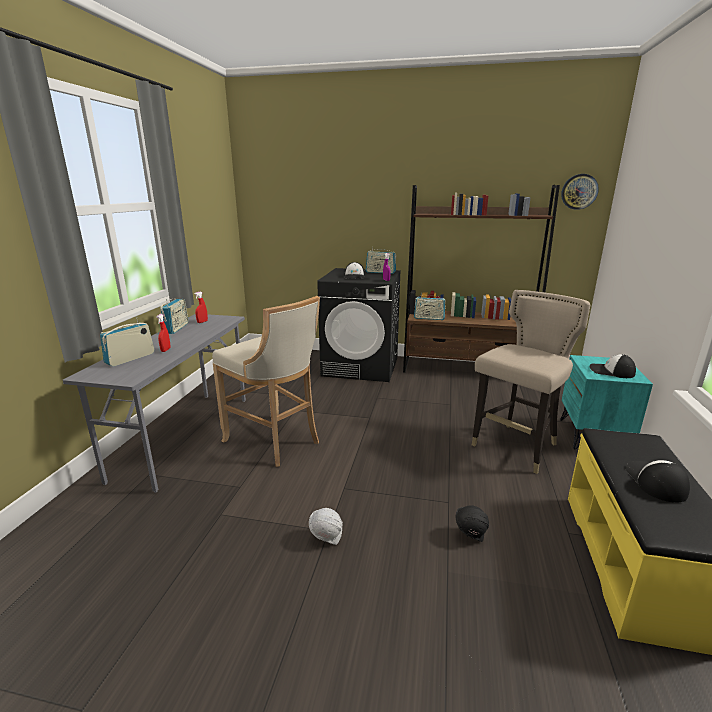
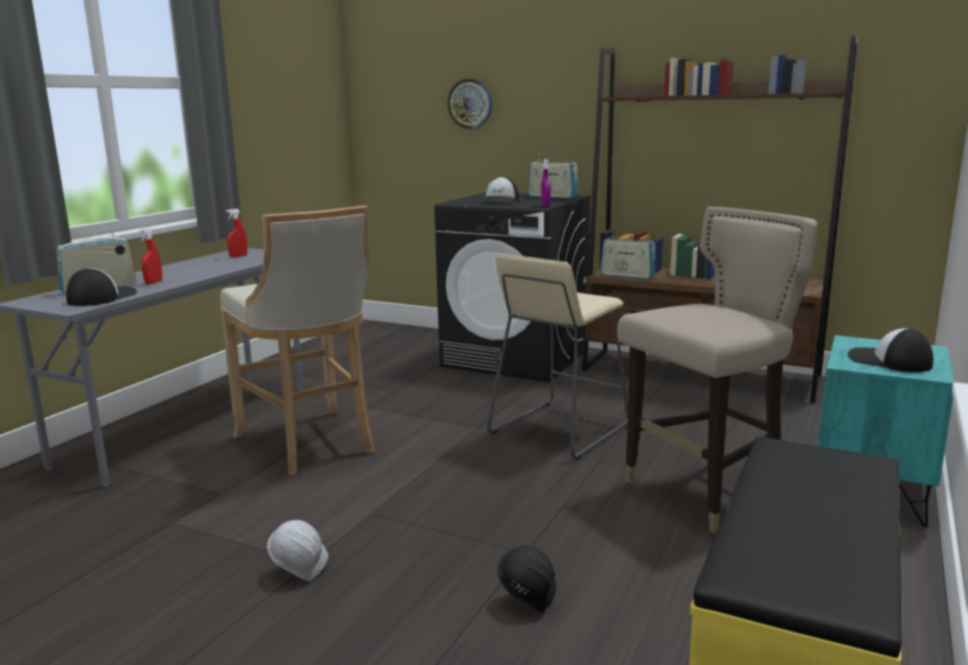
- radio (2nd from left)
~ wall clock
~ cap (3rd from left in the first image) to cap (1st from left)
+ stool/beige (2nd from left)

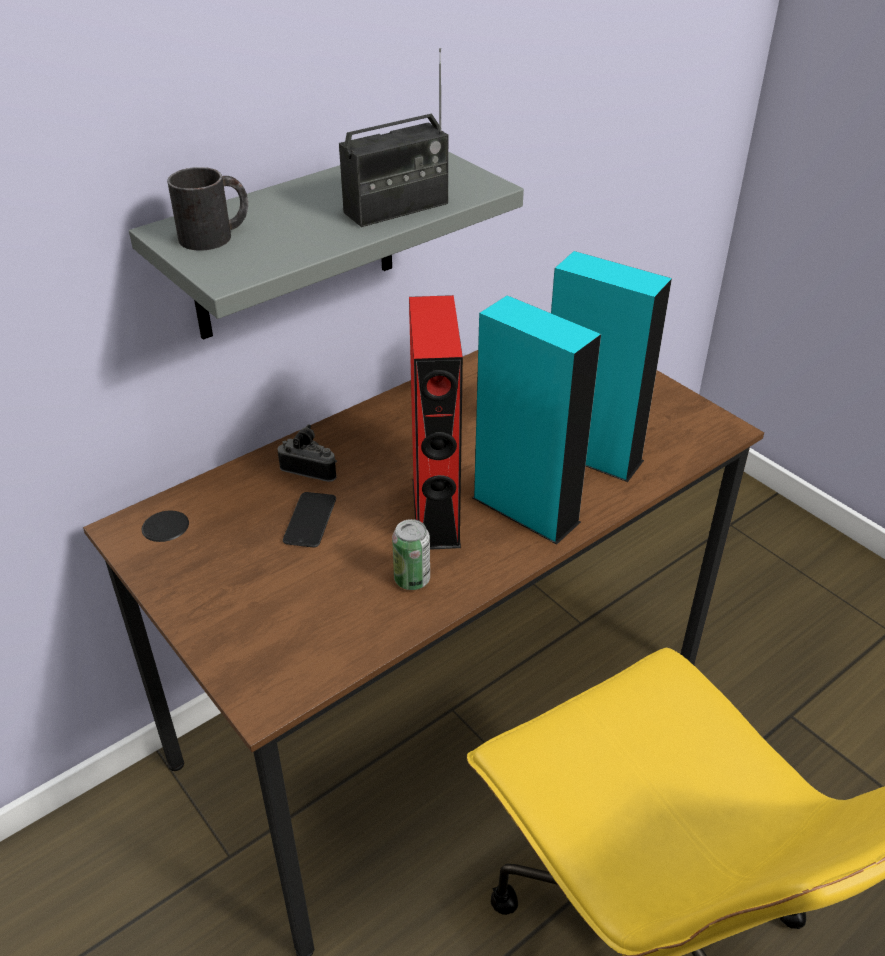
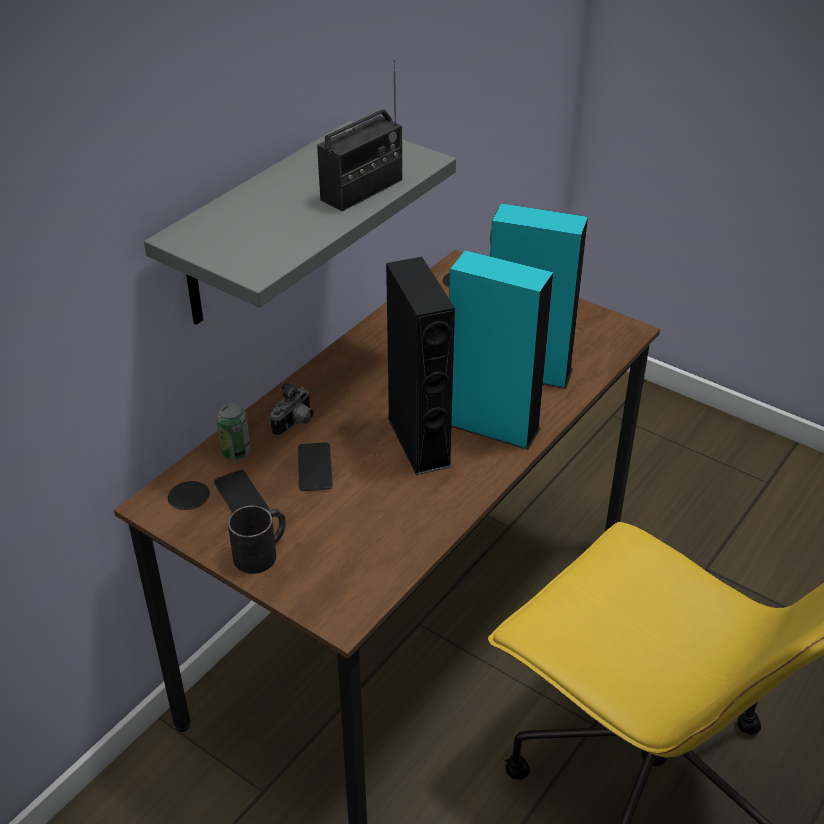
~ mug/black
~ photo camera 120 degrees clockwise
~ can
~ speaker/red to speaker/black
+ phone (1st from left)

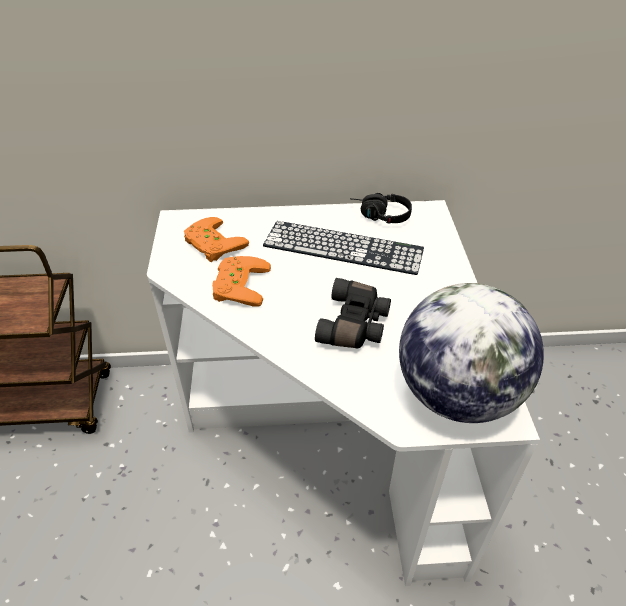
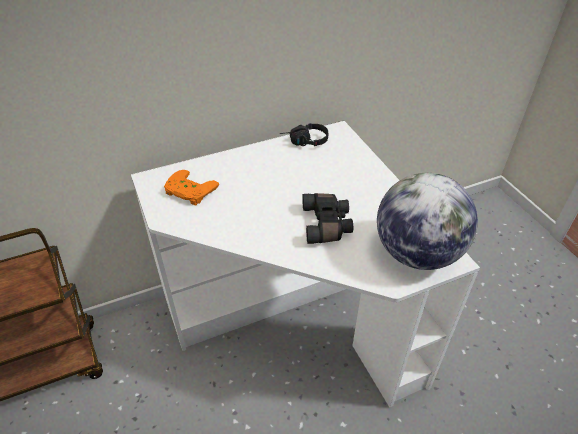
- game controller/orange (2nd from left)
- keyboard

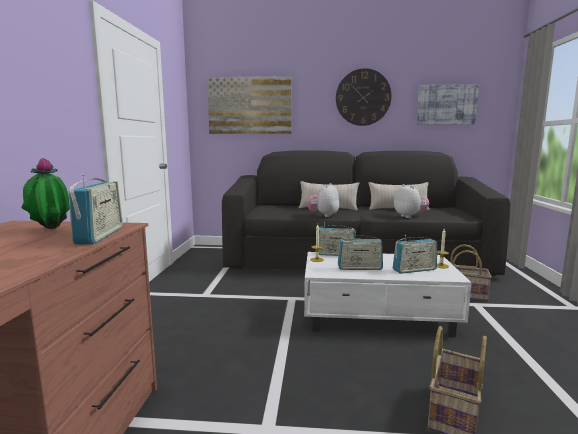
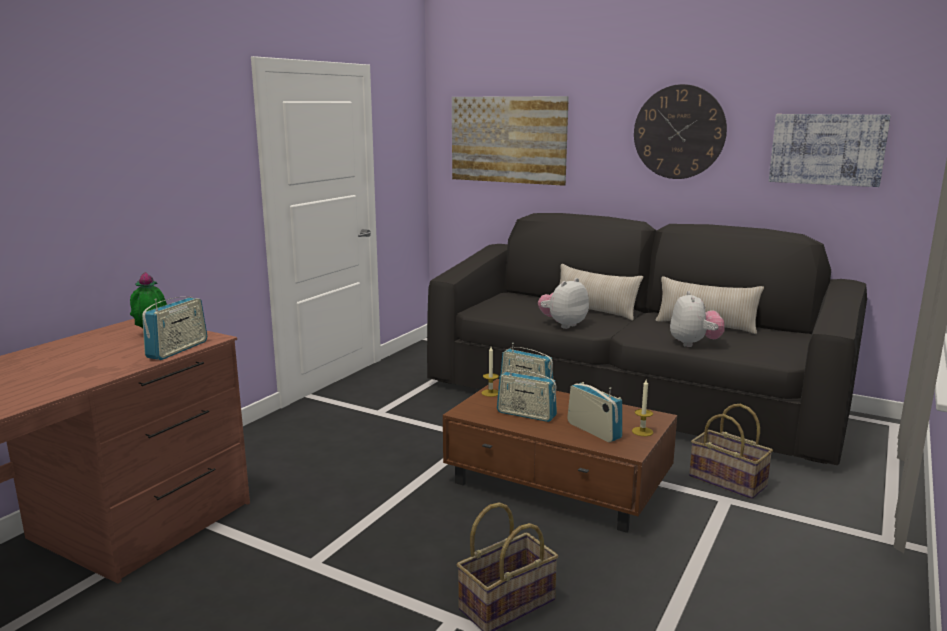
~ coffee table/white to coffee table/brown
~ radio (4th from left) 135 degrees counterclockwise

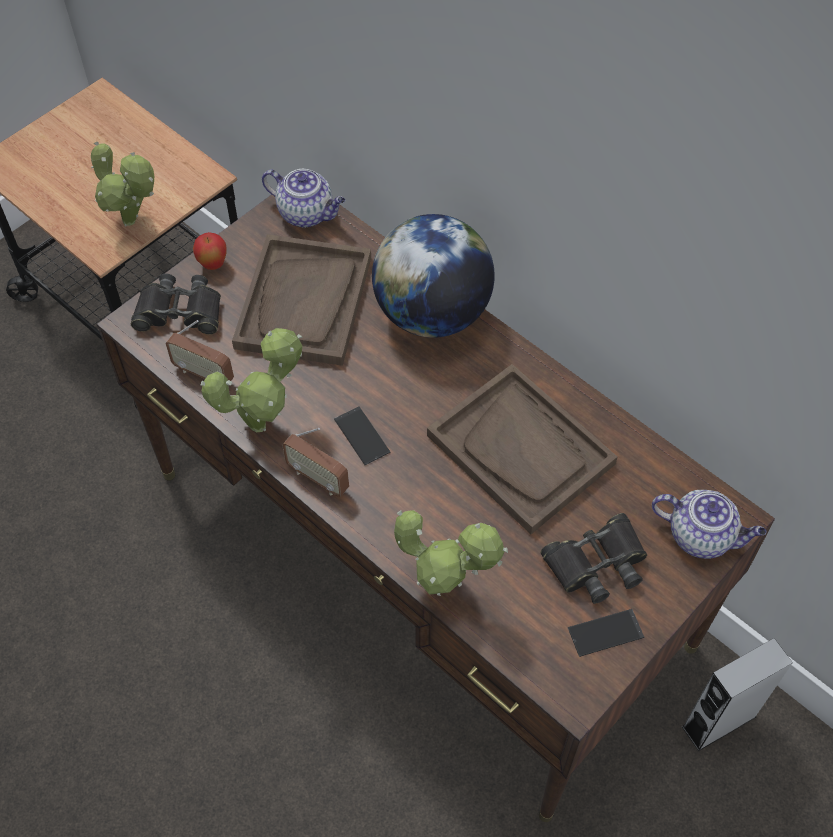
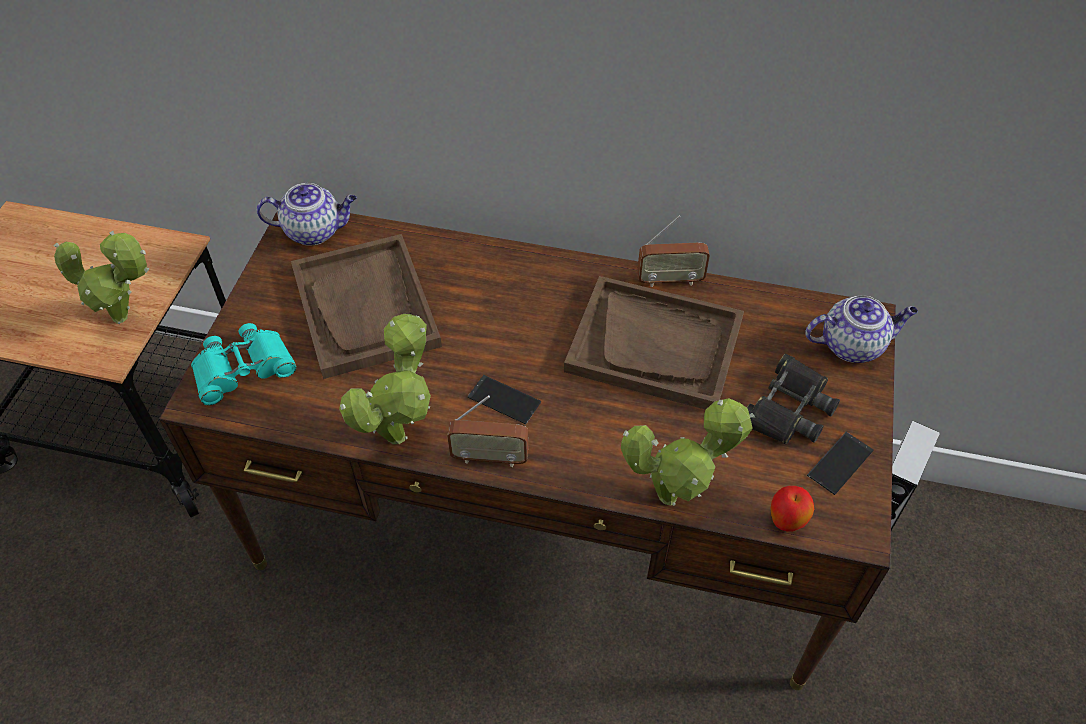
~ binoculars/black (1st from left) to binoculars/turquoise
~ radio (1st from left in the first image) to radio (2nd from left)
~ apple
- globe

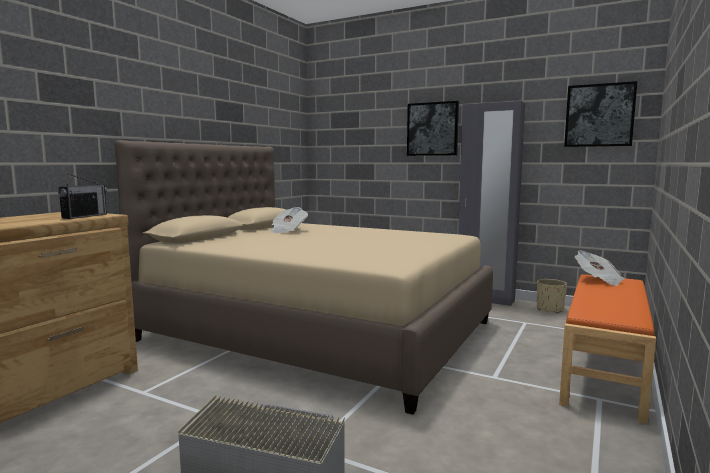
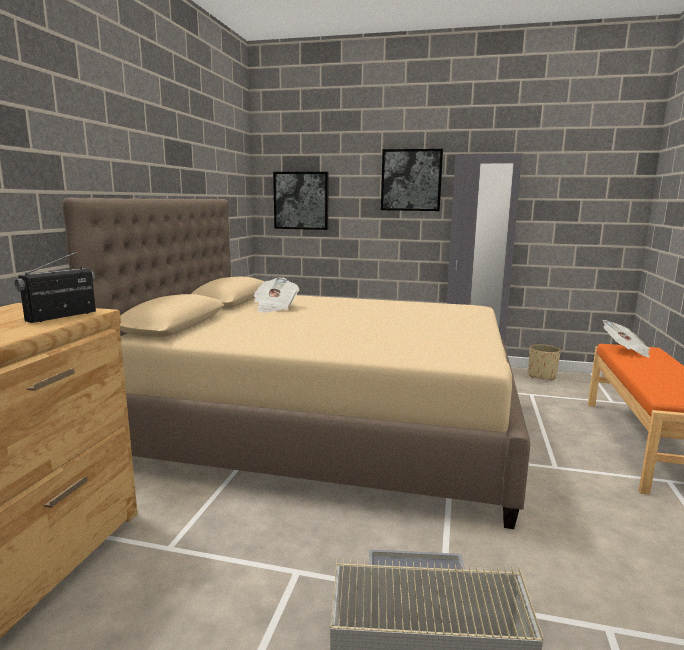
~ radio 150 degrees counterclockwise
~ picture (2nd from left in the first image) to picture (1st from left)

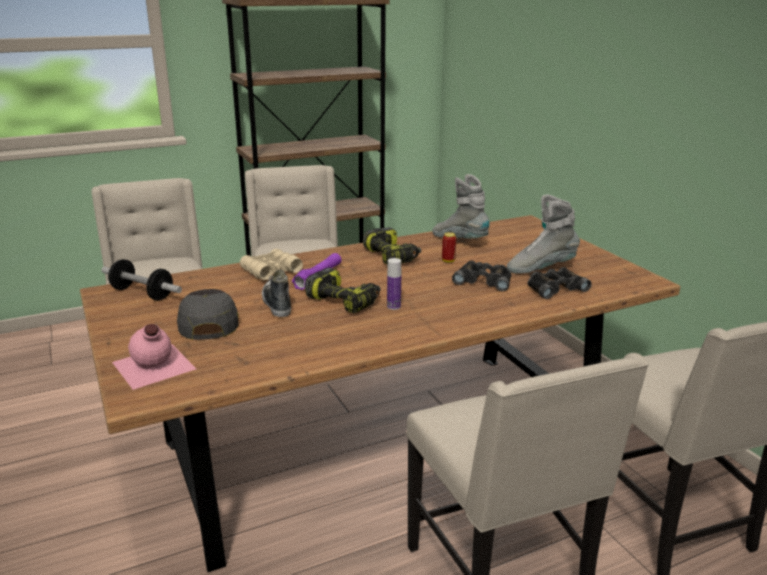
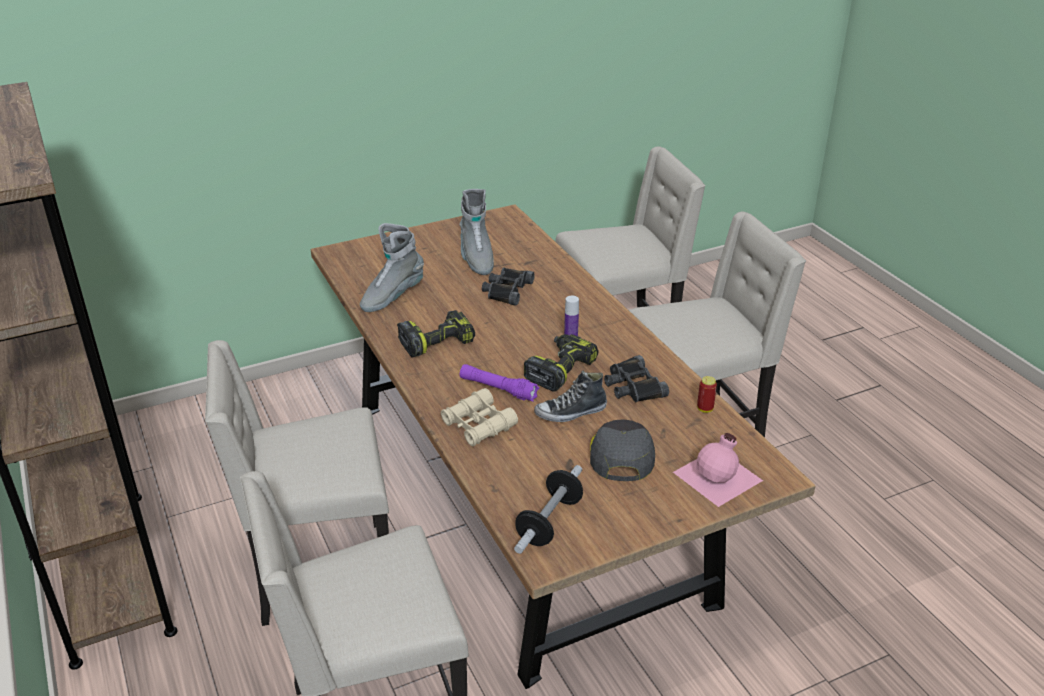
~ cap/grey 105 degrees clockwise
~ can
~ binoculars/black (2nd from left)

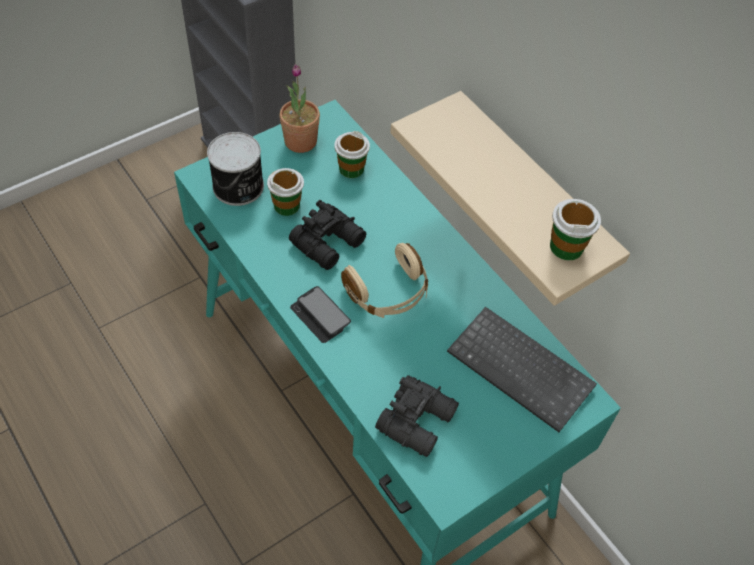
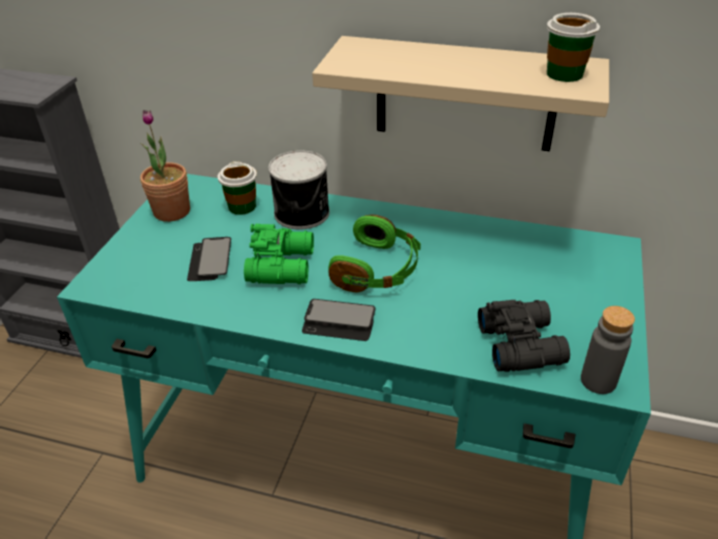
~ can
~ cup (1st from left) to phone (1st from left)
~ binoculars/black (1st from left) to binoculars/green
~ headphones/beige to headphones/green
- keyboard
+ bottle/grey

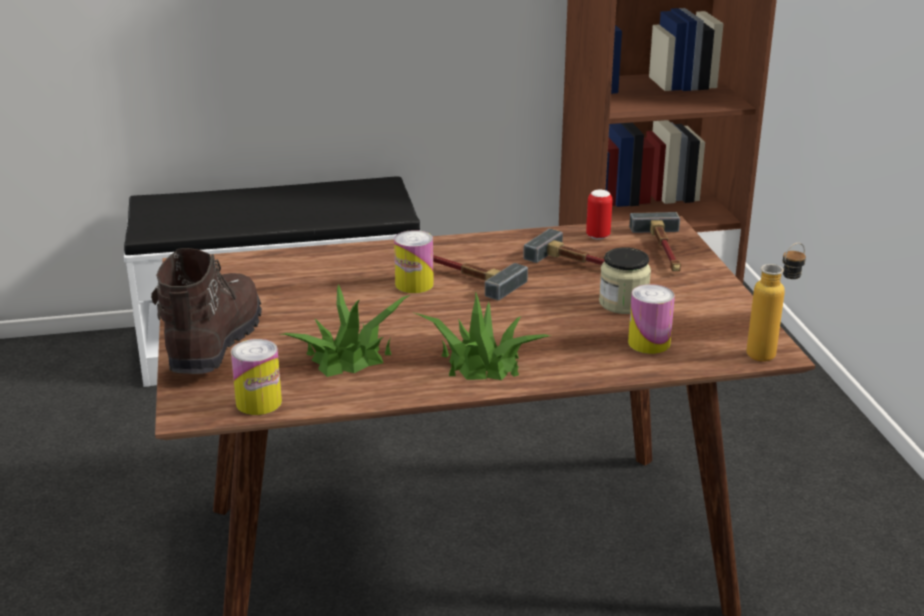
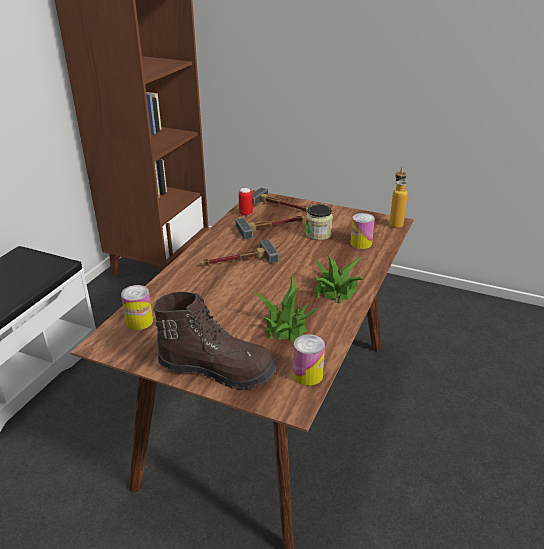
~ boot/brown 150 degrees clockwise
~ can (2nd from left in the first image) to can (1st from left)

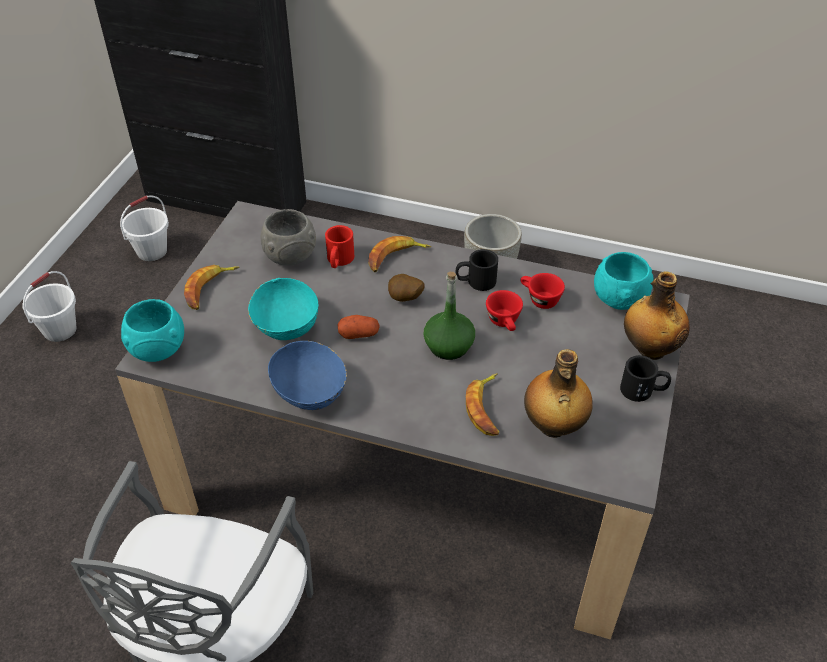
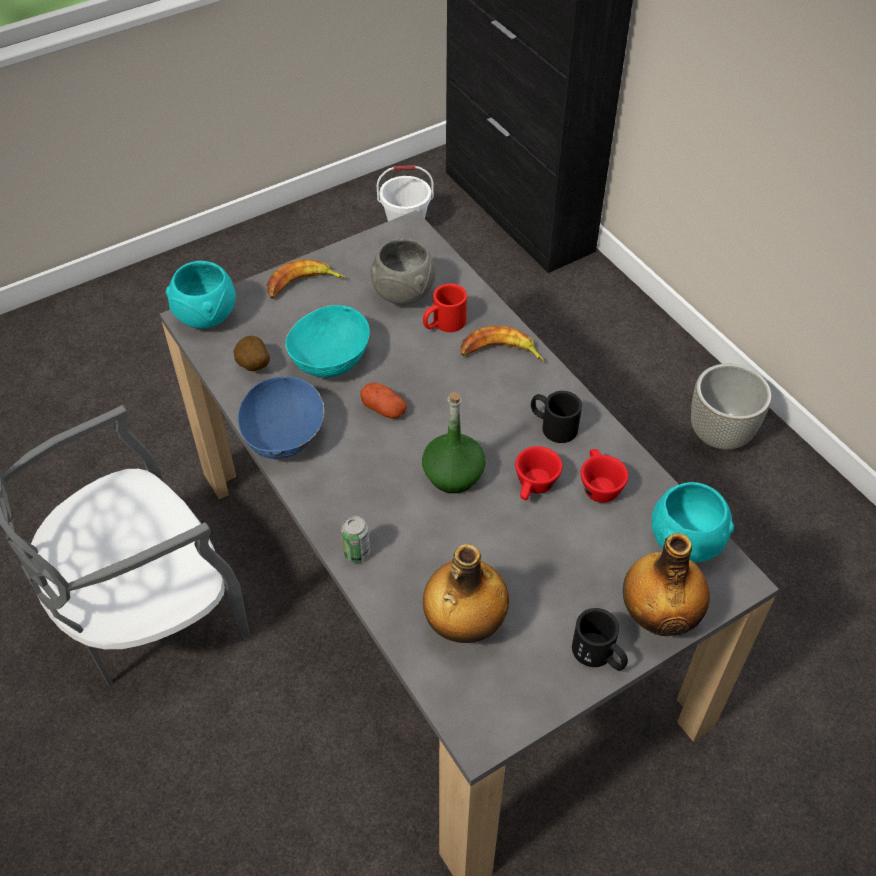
- bucket/white (1st from left)
~ potato (2nd from left in the first image) to potato (1st from left)
- banana (3rd from left)
+ can

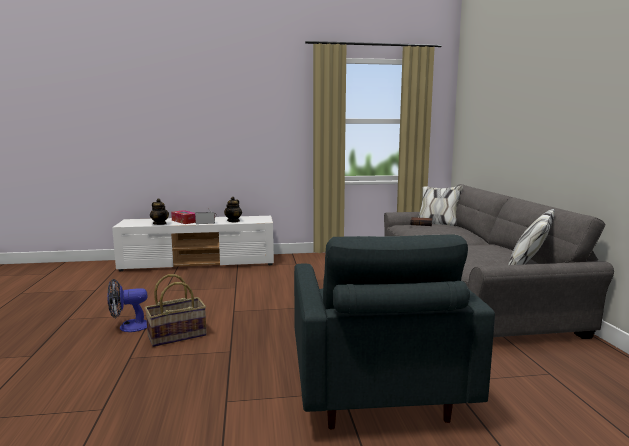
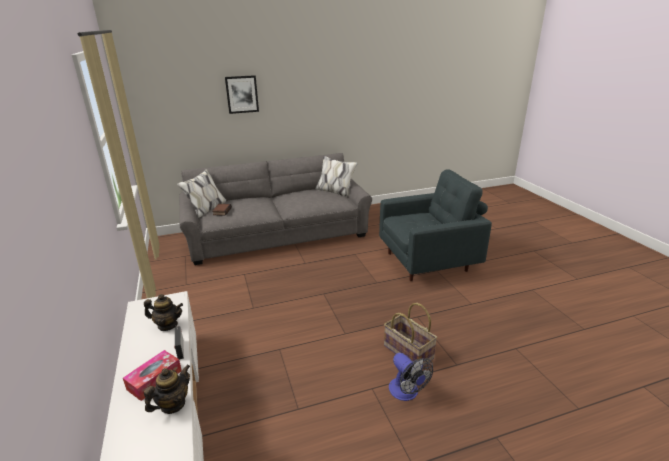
+ picture

